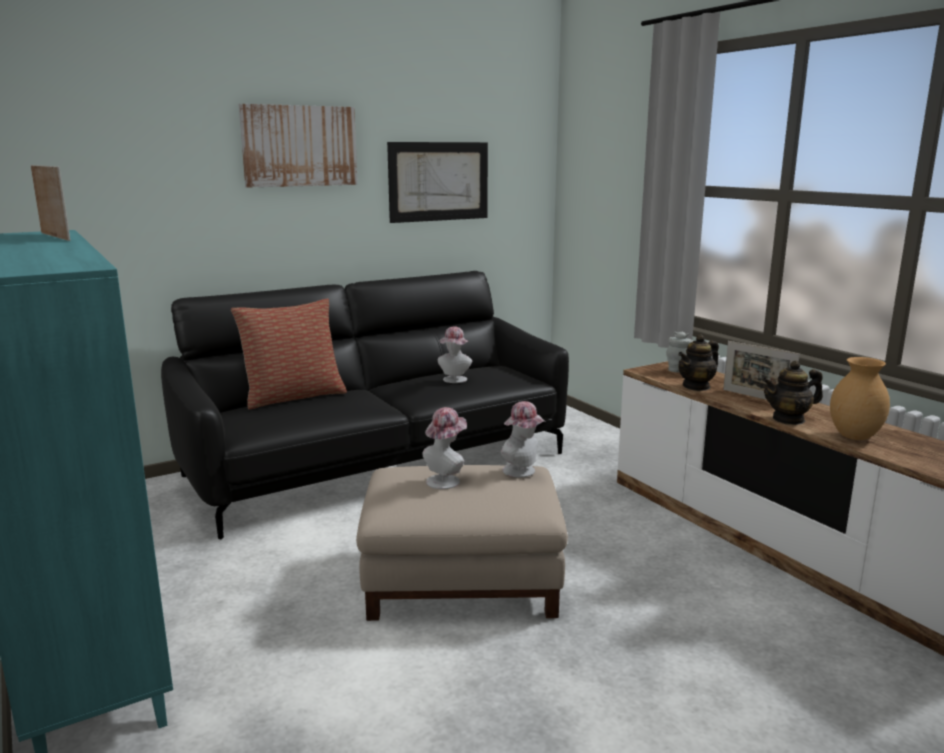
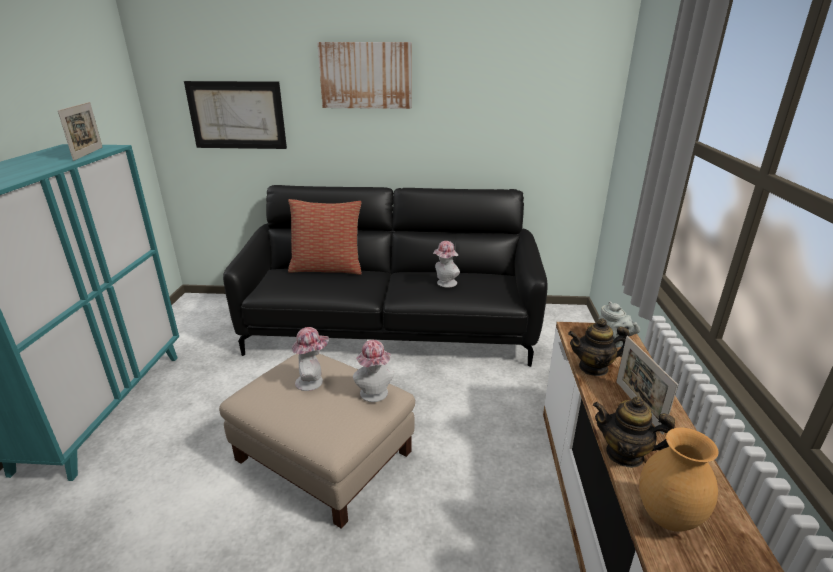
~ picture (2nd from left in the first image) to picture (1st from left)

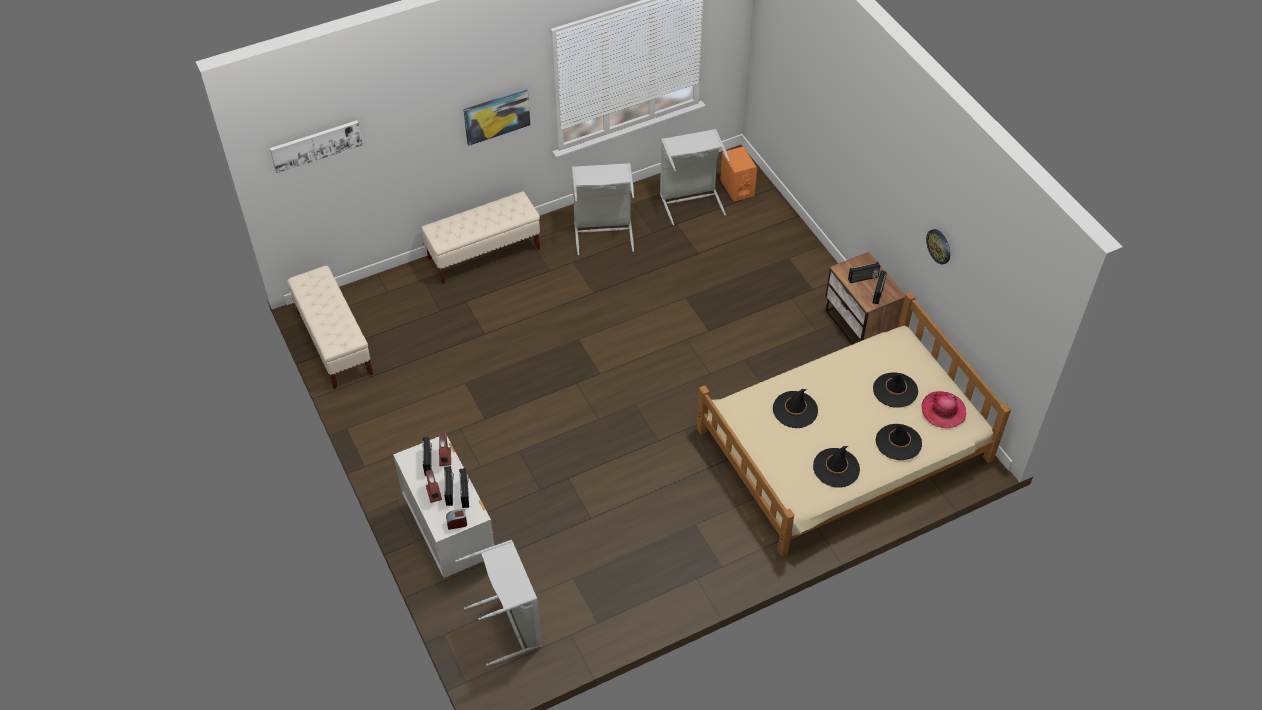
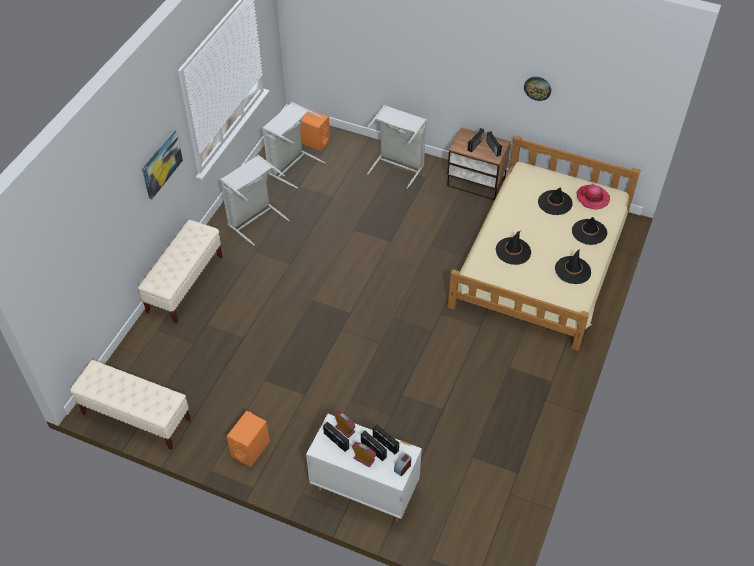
- picture (1st from left)
~ laundry basket/grey (1st from left in the first image) to laundry basket/grey (3rd from left)
+ speaker/orange (1st from left)

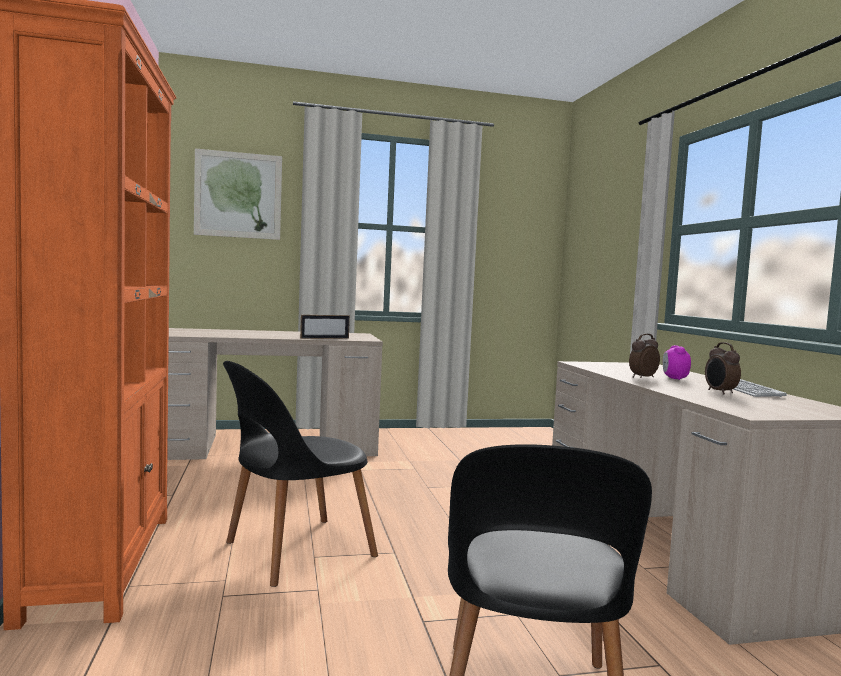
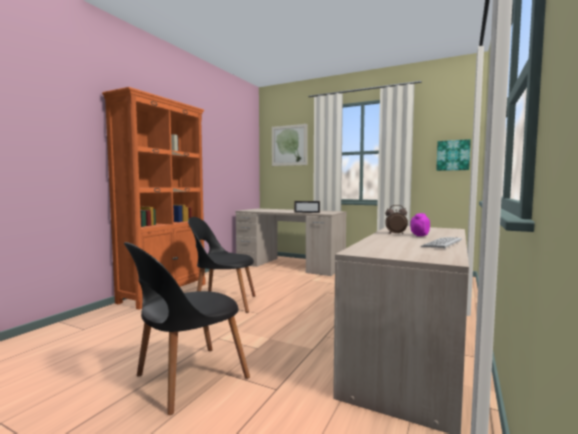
- alarm clock (3rd from left)
+ picture (2nd from left)

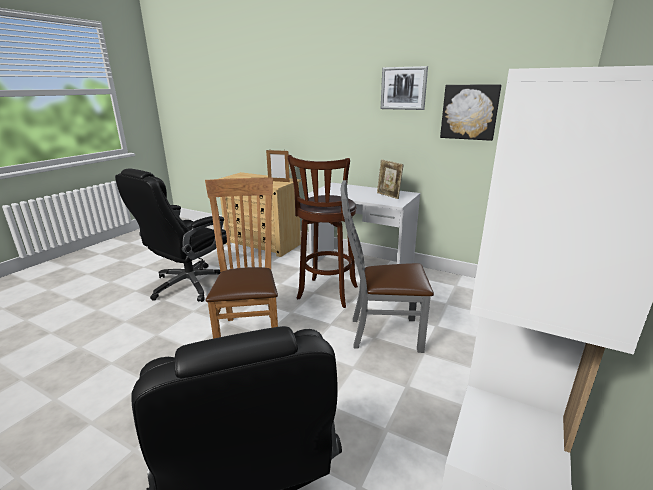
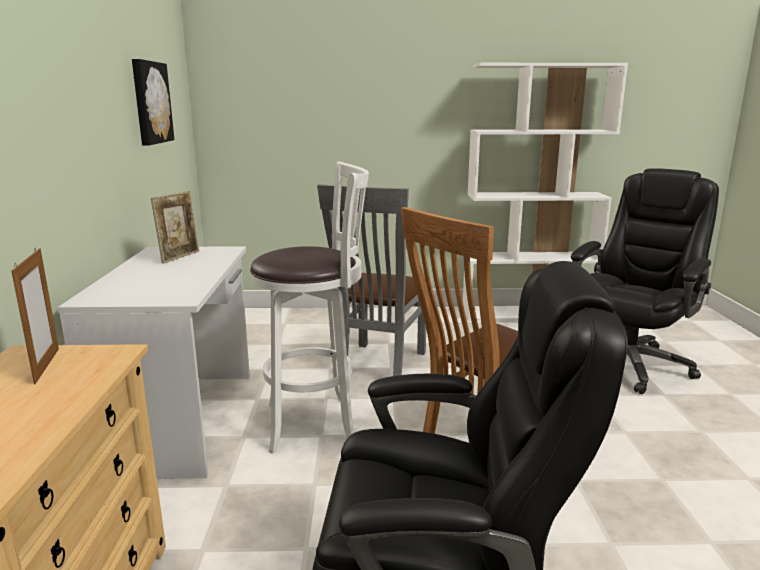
~ stool/brown to stool/white
~ chair/grey 45 degrees clockwise
- picture (1st from left)

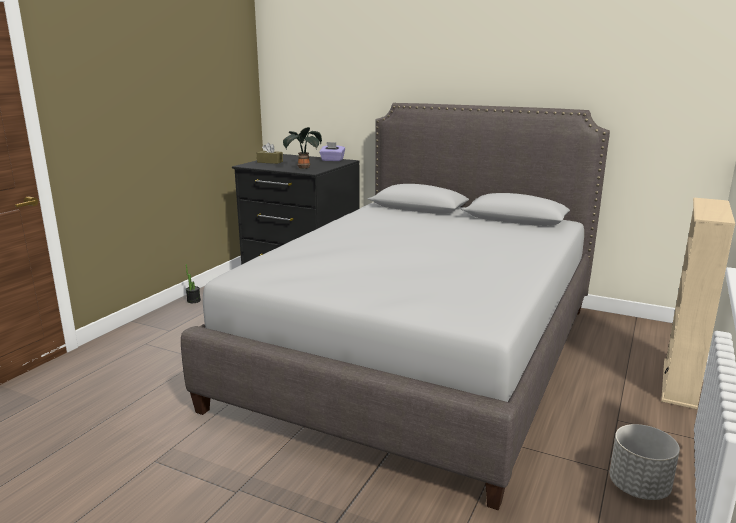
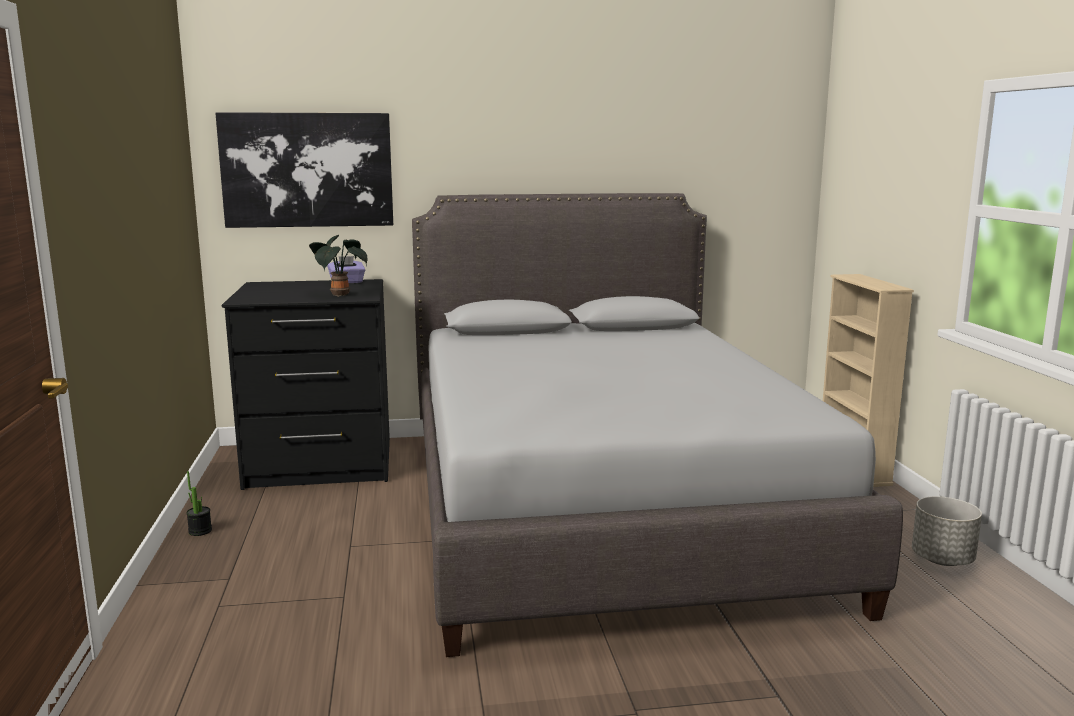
- tissue box/brown
+ picture

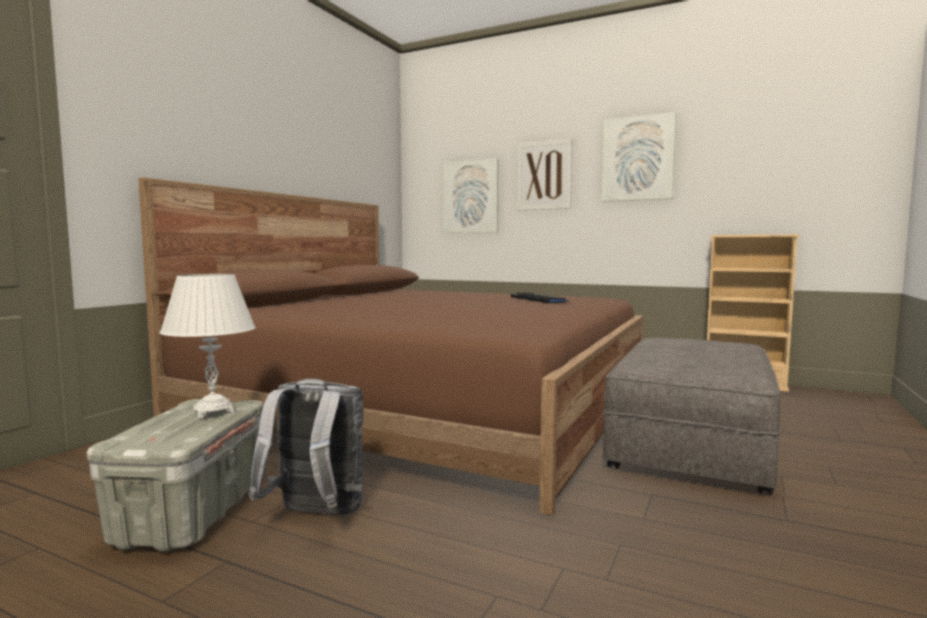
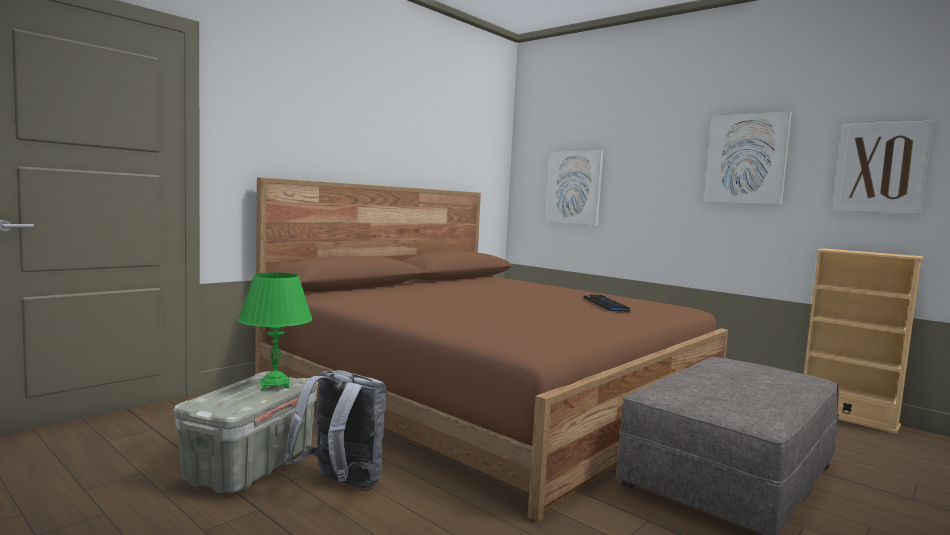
~ table lamp/white to table lamp/green
~ picture (2nd from left in the first image) to picture (3rd from left)

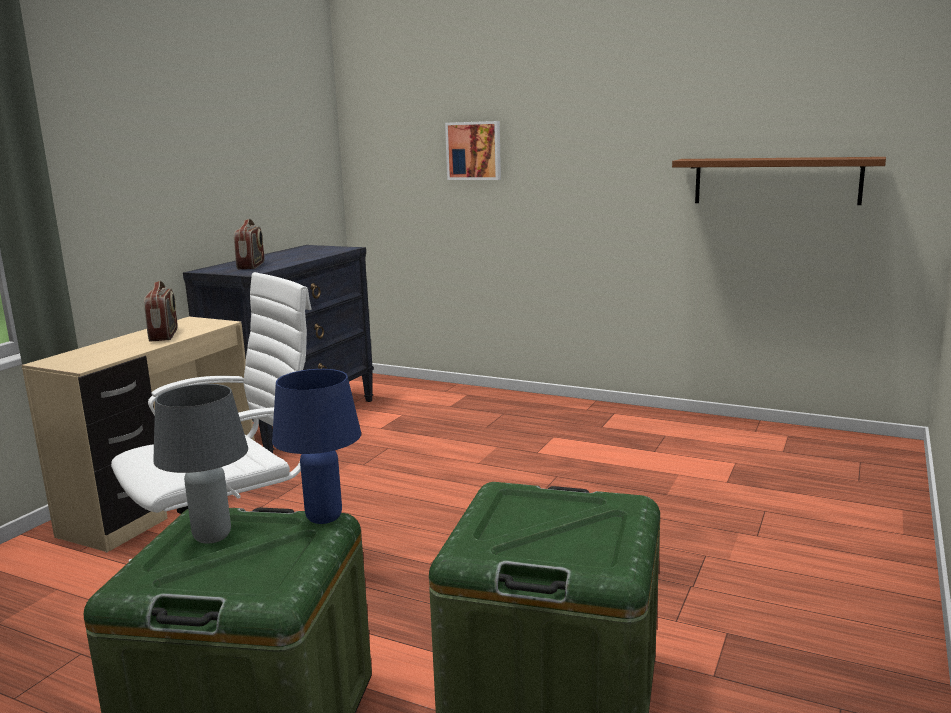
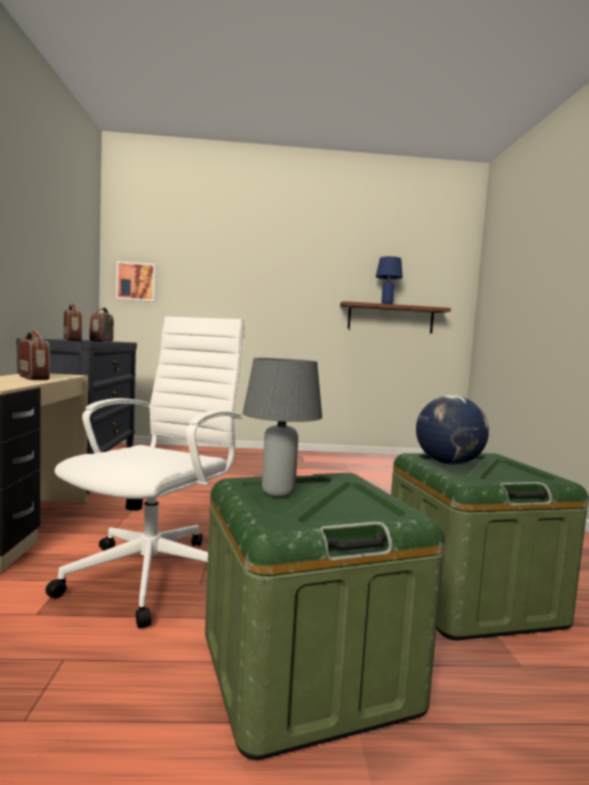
~ table lamp/blue
~ picture
+ radio (3rd from left)
+ globe

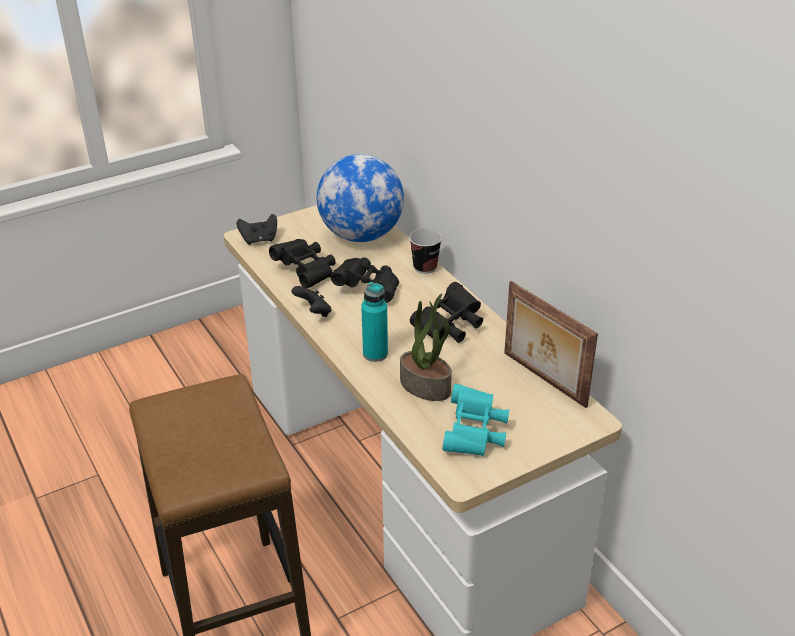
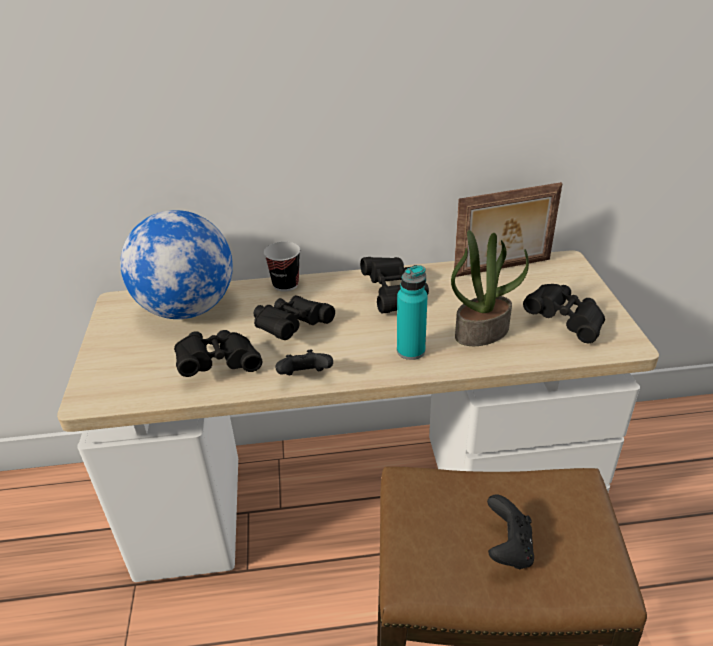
~ game controller/black (1st from left in the first image) to game controller/black (2nd from left)
~ binoculars/turquoise to binoculars/black (4th from left)

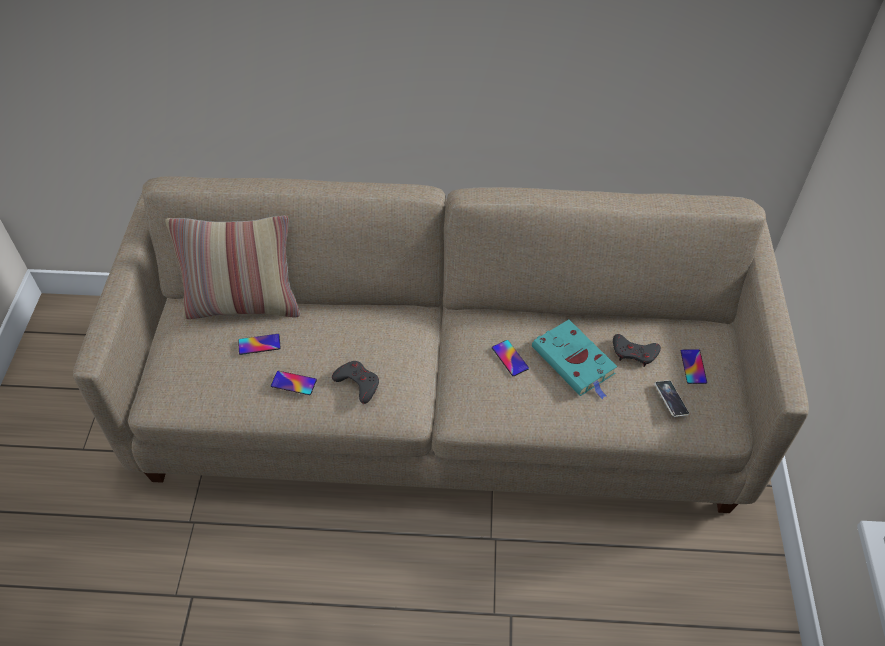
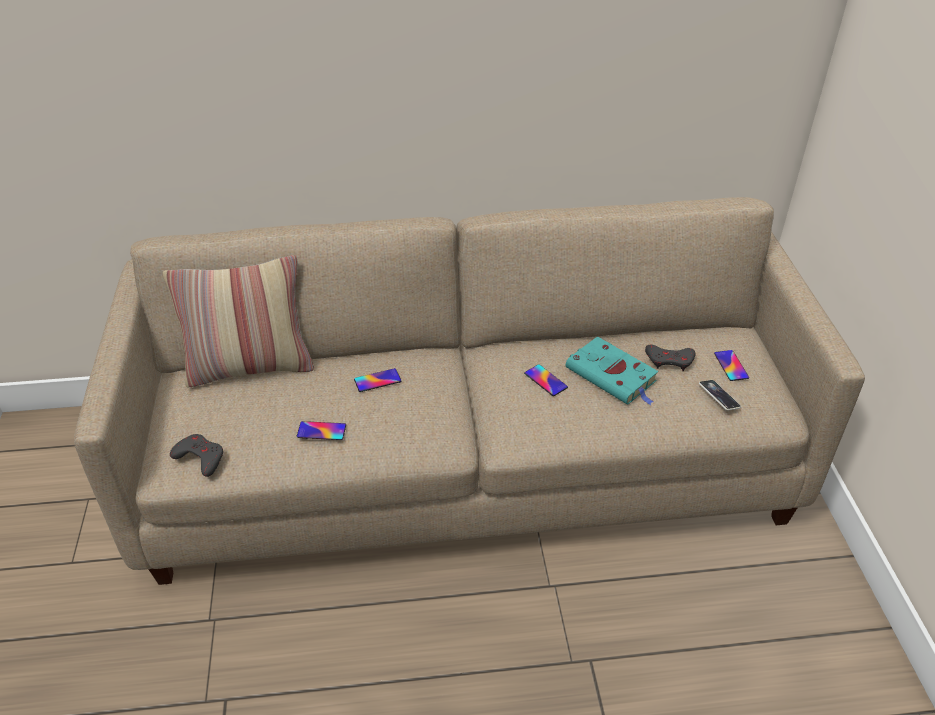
~ phone (1st from left in the first image) to phone (2nd from left)
~ game controller/grey (1st from left)

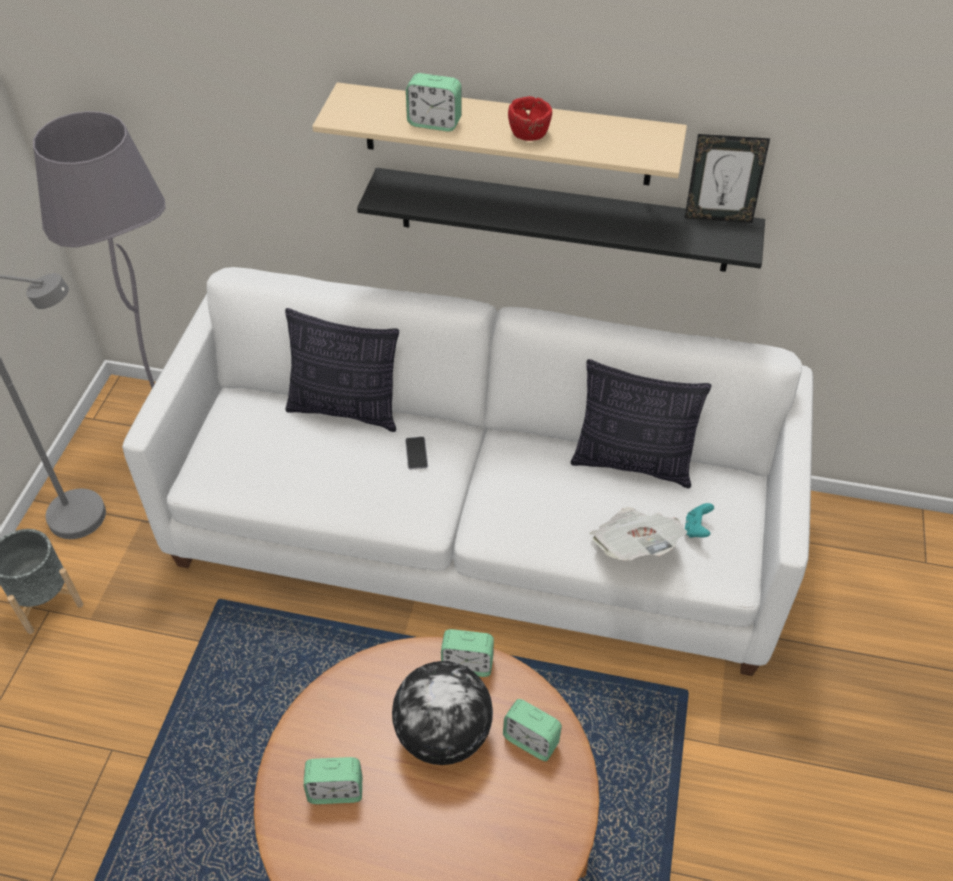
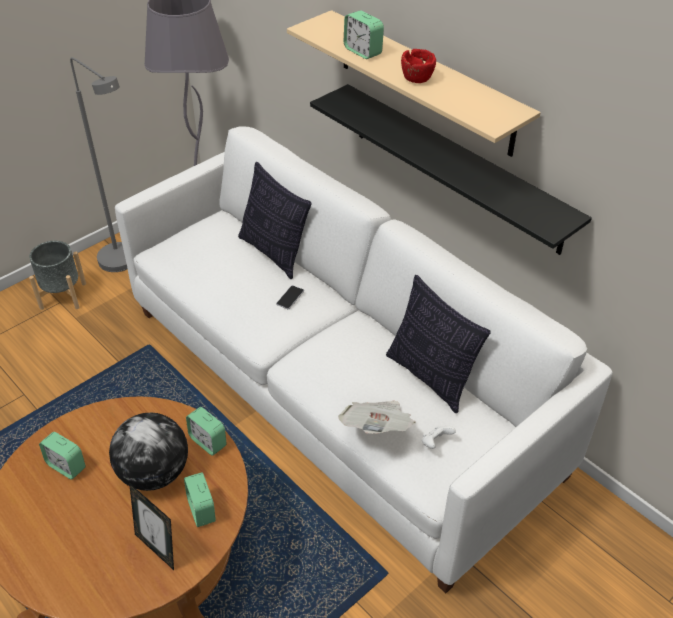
~ game controller/turquoise to game controller/white
~ picture frame

